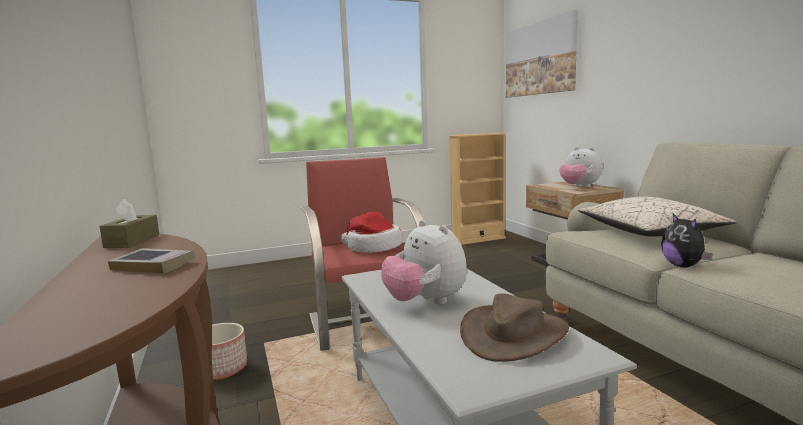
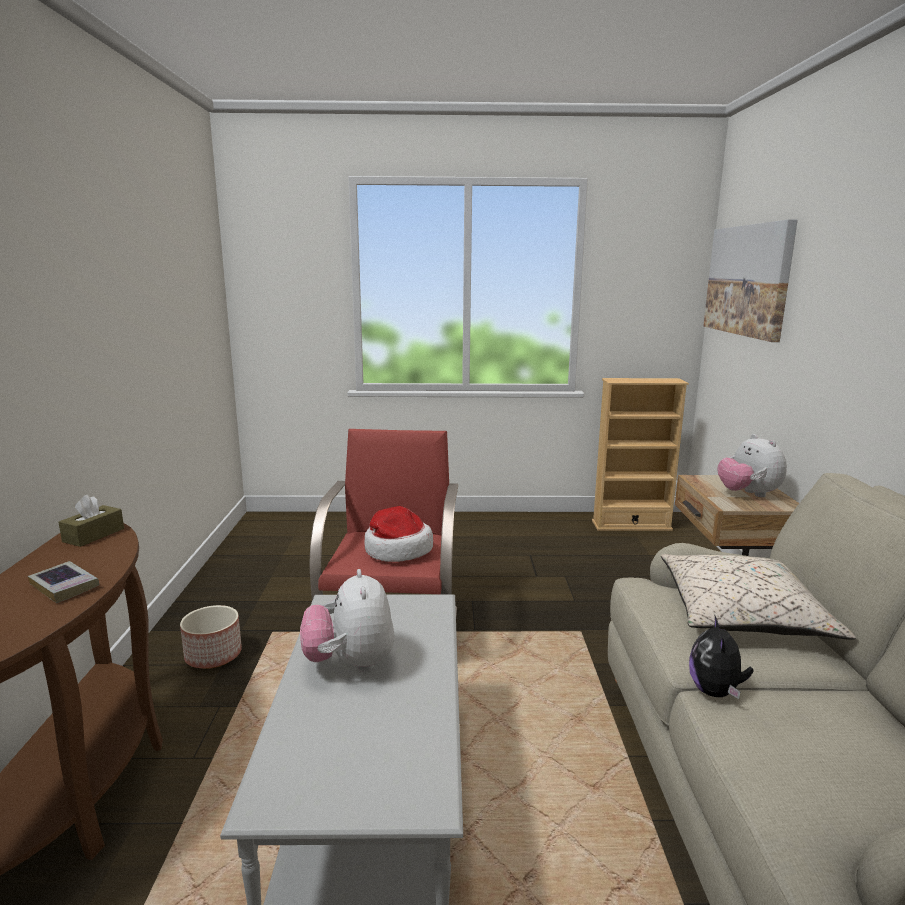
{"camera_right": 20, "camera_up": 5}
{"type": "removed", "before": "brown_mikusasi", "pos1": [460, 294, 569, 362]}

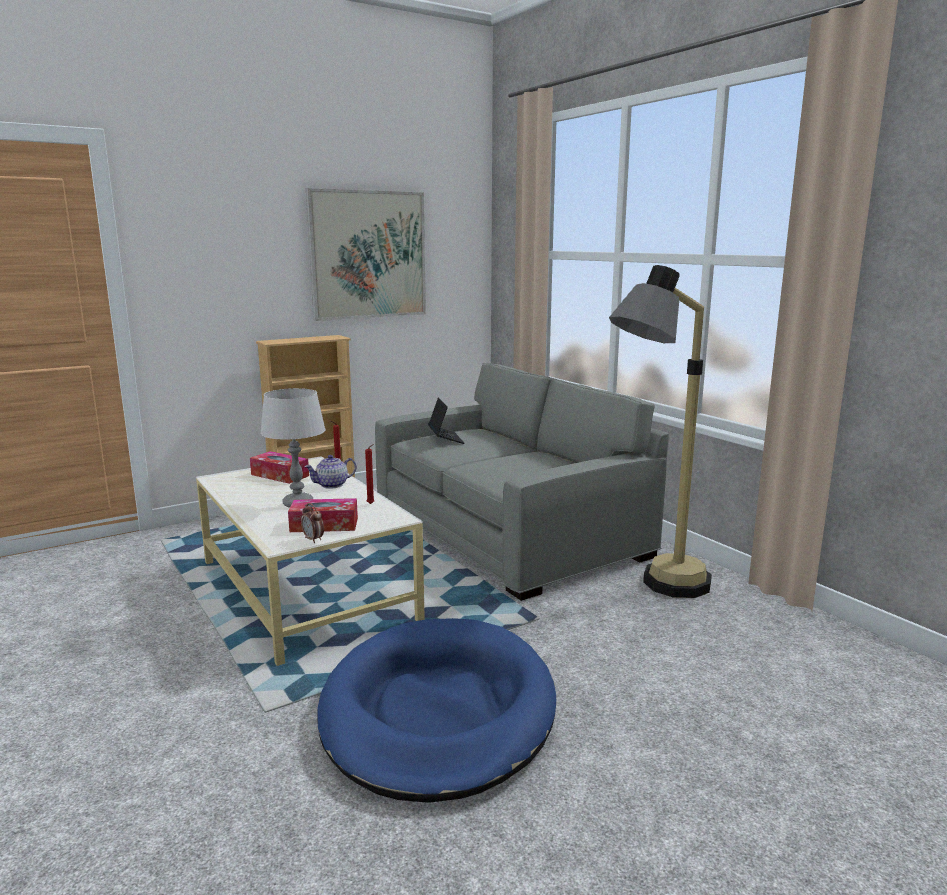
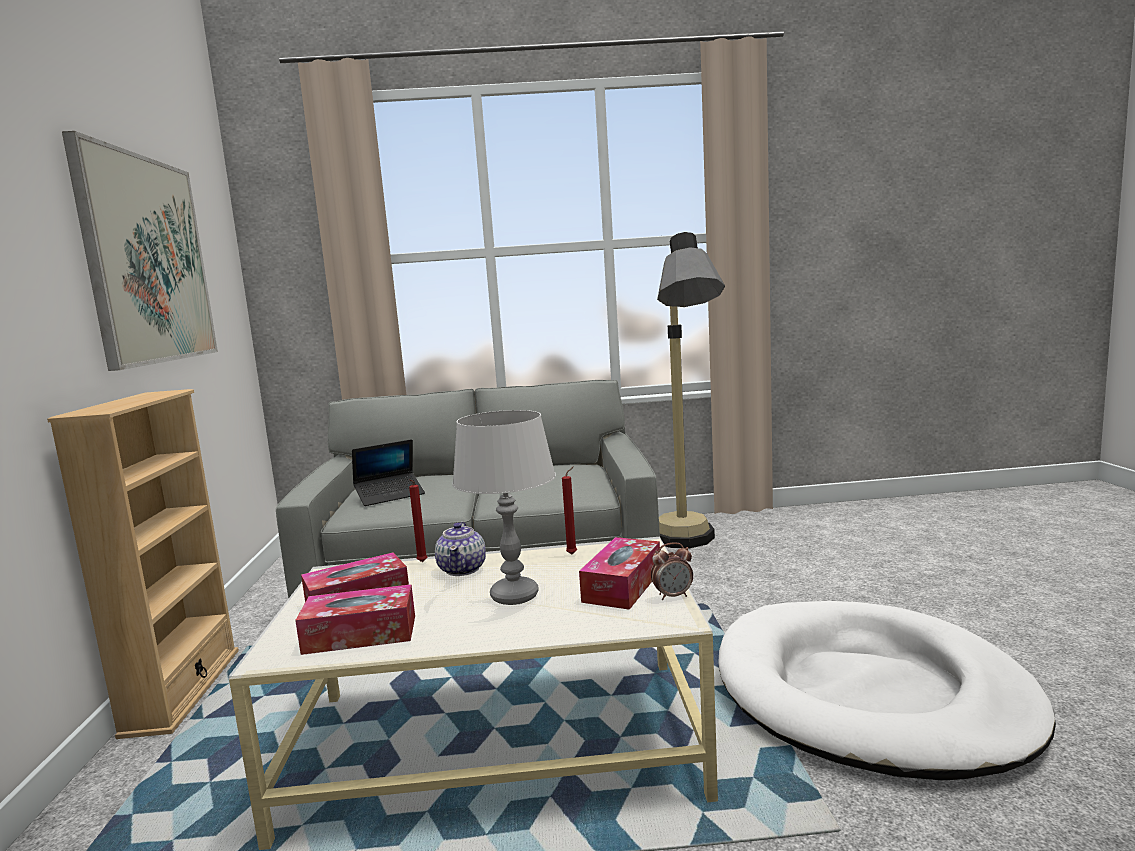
{"camera_right": -60, "camera_up": -5}
{"type": "turned", "before": "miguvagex", "pos1": [428, 398, 465, 444], "pos2": [352, 439, 425, 506], "turn": 135}
{"type": "recoloured", "before": "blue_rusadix", "after": "white_rusadix", "pos1": [317, 618, 556, 803], "pos2": [718, 601, 1056, 780]}
{"type": "added", "after": "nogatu", "pos2": [295, 584, 415, 655]}

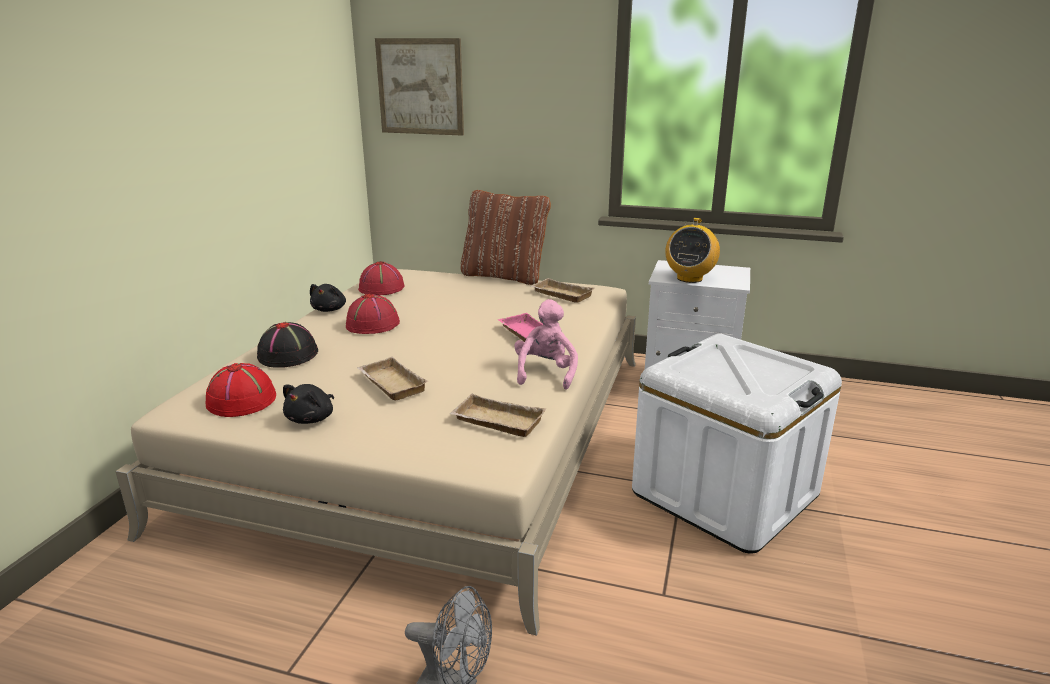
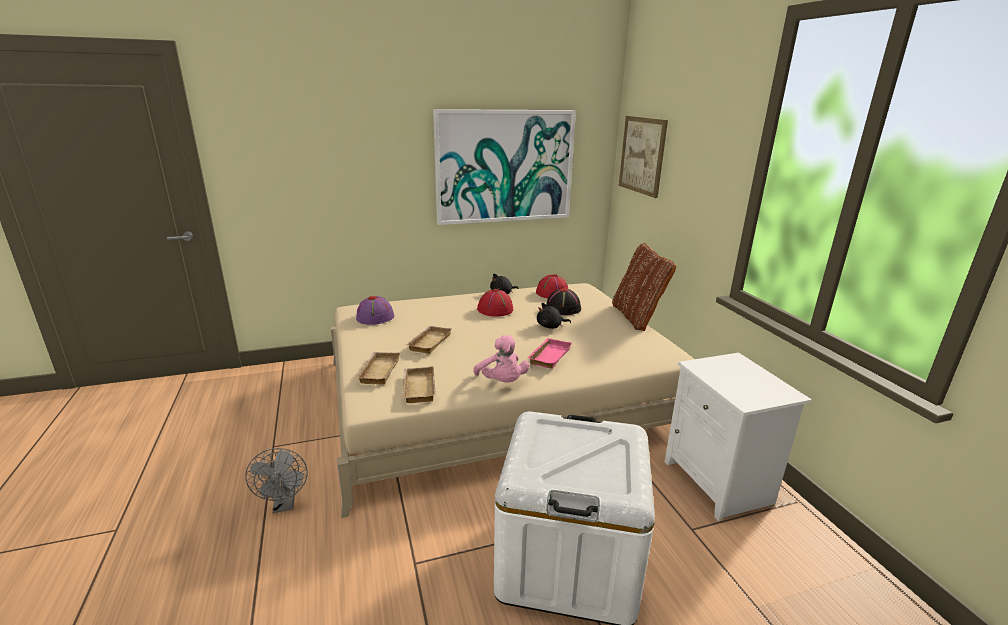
{"camera_right": 55, "camera_up": 0}
{"type": "removed", "before": "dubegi", "pos1": [665, 218, 720, 283]}
{"type": "moved", "before": "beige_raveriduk", "pos1": [530, 278, 594, 303], "pos2": [356, 352, 400, 384]}
{"type": "turned", "before": "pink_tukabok", "pos1": [514, 299, 578, 390], "pos2": [473, 335, 530, 383], "turn": 90}
{"type": "moved", "before": "black_mikusasi", "pos1": [257, 322, 318, 368], "pos2": [546, 288, 581, 315]}
{"type": "recoloured", "before": "red_mikusasi", "after": "purple_mikusasi", "pos1": [205, 363, 276, 417], "pos2": [356, 296, 394, 325]}
{"type": "moved", "before": "black_tukabok", "pos1": [283, 384, 334, 424], "pos2": [537, 303, 571, 329]}
{"type": "added", "after": "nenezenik", "pos2": [433, 109, 576, 225]}

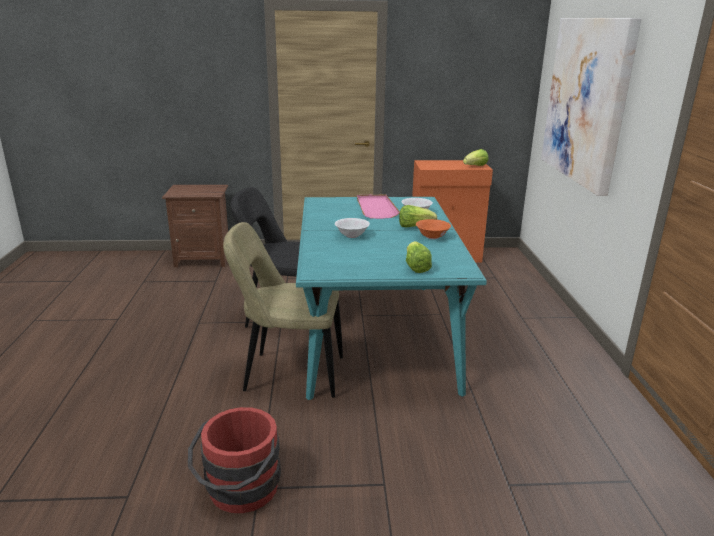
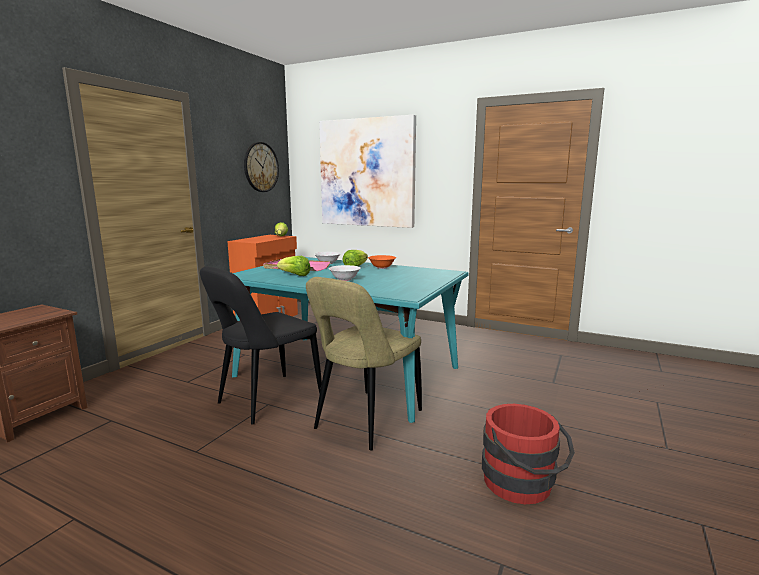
{"camera_right": -60, "camera_up": -10}
{"type": "moved", "before": "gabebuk", "pos1": [406, 241, 432, 273], "pos2": [277, 256, 310, 276]}
{"type": "added", "after": "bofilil", "pos2": [244, 142, 279, 192]}

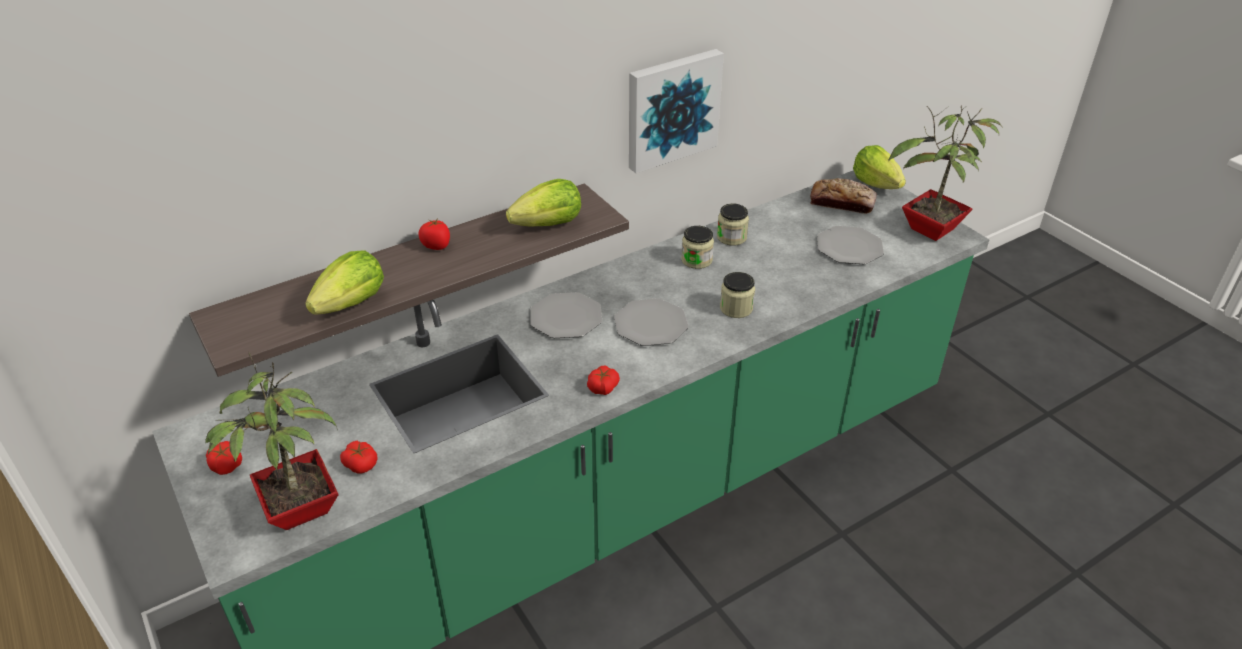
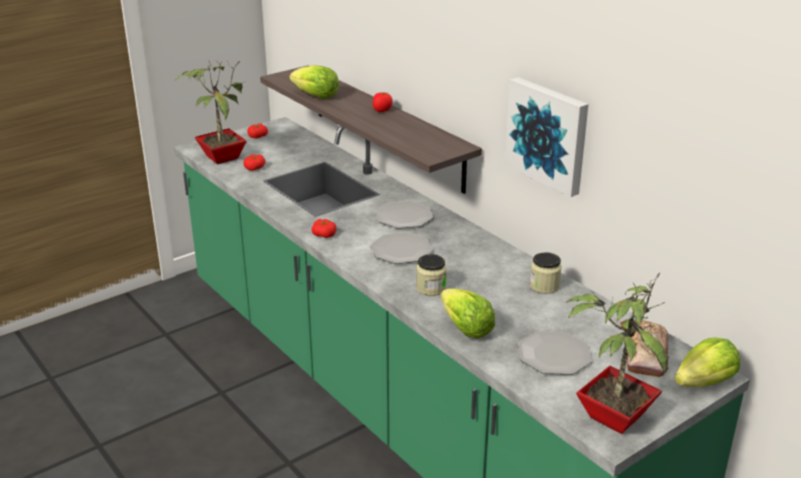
{"camera_right": 85, "camera_up": -10}
{"type": "moved", "before": "gabebuk", "pos1": [506, 179, 581, 227], "pos2": [440, 288, 495, 339]}
{"type": "removed", "before": "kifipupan", "pos1": [681, 226, 714, 269]}

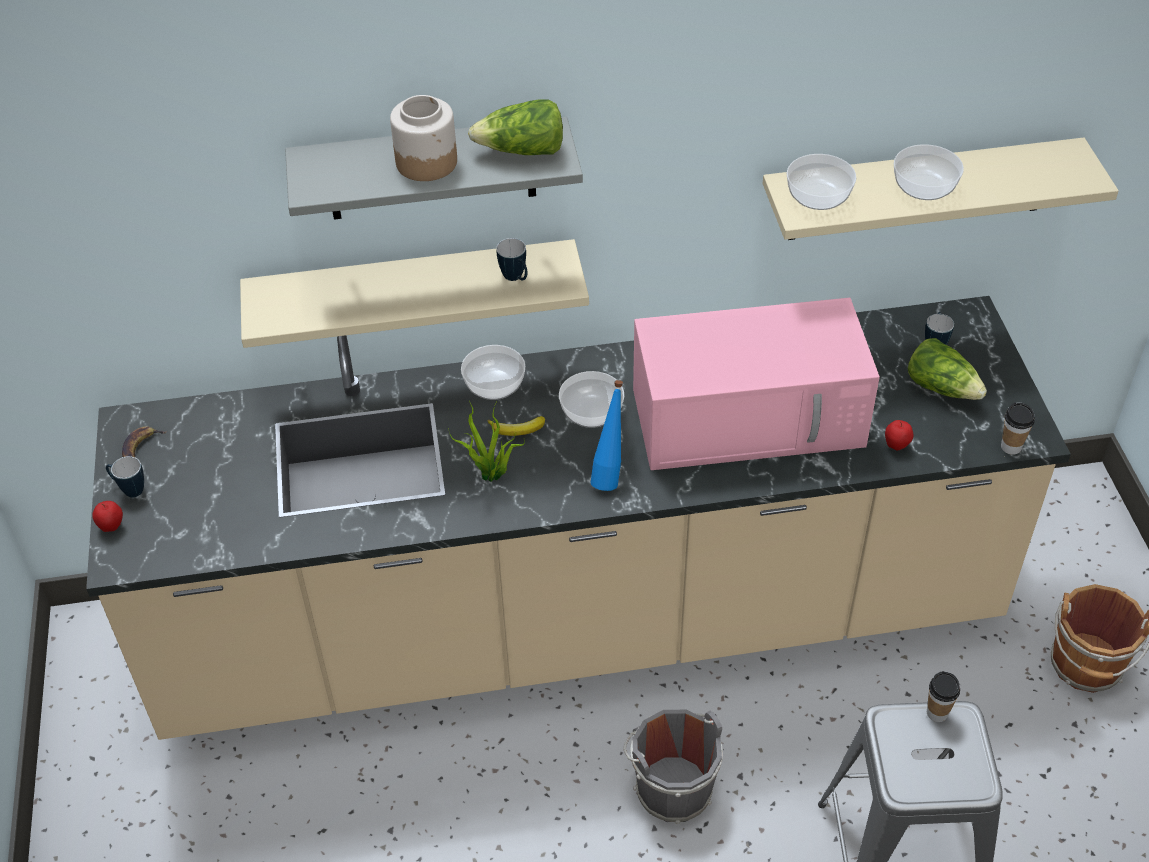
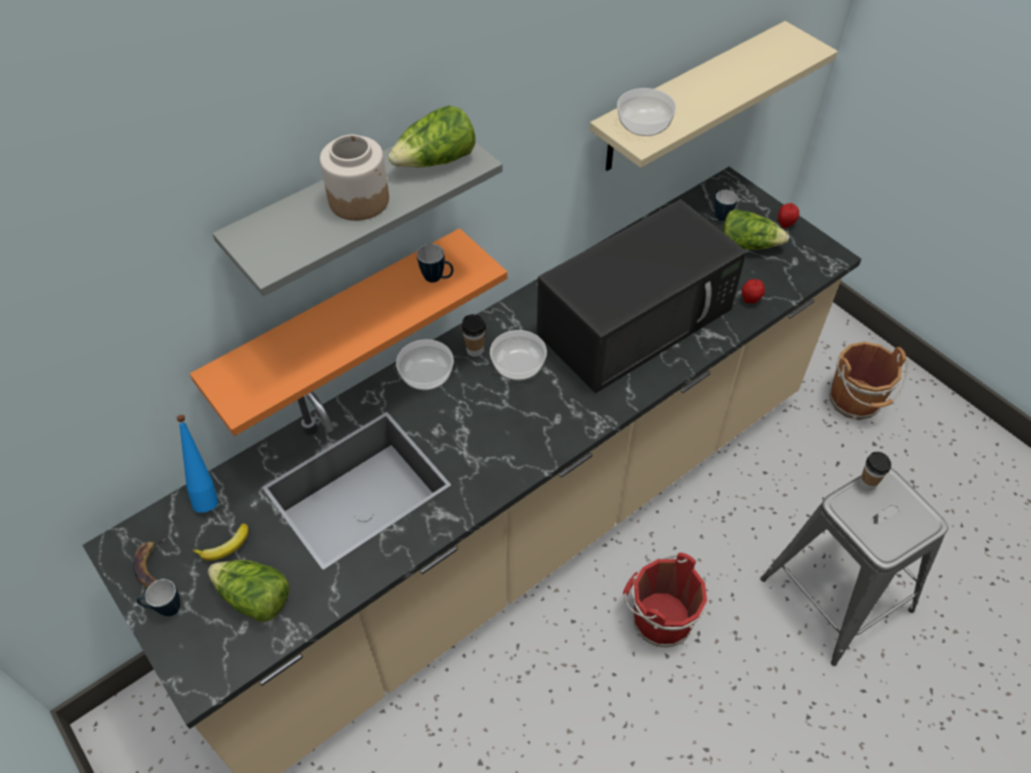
{"camera_right": -30, "camera_up": 5}
{"type": "removed", "before": "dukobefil", "pos1": [894, 144, 964, 200]}
{"type": "recoloured", "before": "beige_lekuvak", "after": "orange_lekuvak", "pos1": [240, 239, 589, 348], "pos2": [190, 228, 507, 436]}
{"type": "recoloured", "before": "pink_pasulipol", "after": "black_pasulipol", "pos1": [633, 298, 880, 470], "pos2": [537, 199, 747, 393]}
{"type": "moved", "before": "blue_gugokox", "pos1": [590, 380, 623, 491], "pos2": [176, 415, 218, 513]}
{"type": "removed", "before": "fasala", "pos1": [448, 401, 525, 482]}
{"type": "moved", "before": "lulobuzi", "pos1": [1001, 403, 1035, 455], "pos2": [461, 314, 486, 357]}
{"type": "moved", "before": "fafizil", "pos1": [487, 416, 545, 436], "pos2": [193, 523, 249, 561]}
{"type": "moved", "before": "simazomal", "pos1": [92, 501, 123, 532], "pos2": [778, 203, 799, 228]}
{"type": "recoloured", "before": "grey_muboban", "after": "red_muboban", "pos1": [623, 710, 723, 824], "pos2": [623, 553, 707, 647]}
{"type": "added", "after": "gabebuk", "pos2": [208, 560, 290, 622]}

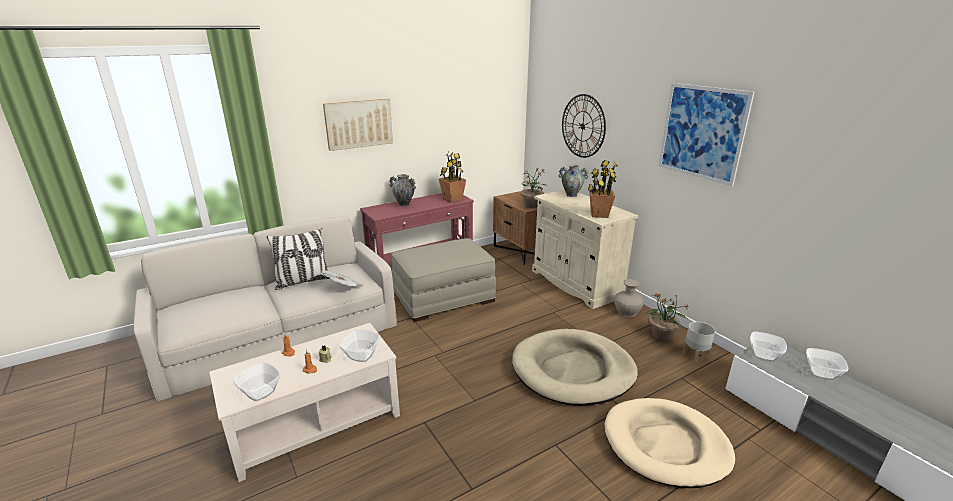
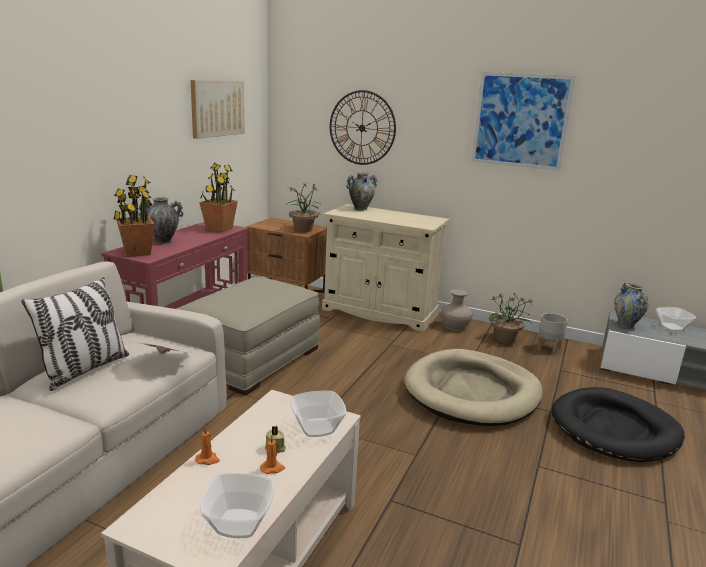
{"camera_right": -35, "camera_up": -5}
{"type": "moved", "before": "nenezenik", "pos1": [323, 99, 393, 151], "pos2": [191, 80, 244, 139]}
{"type": "moved", "before": "fasala", "pos1": [588, 160, 617, 218], "pos2": [114, 175, 154, 257]}
{"type": "replaced", "before": "dukobefil", "after": "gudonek", "pos1": [750, 331, 787, 362], "pos2": [614, 283, 648, 328]}
{"type": "recoloured", "before": "beige_rusadix", "after": "black_rusadix", "pos1": [605, 398, 735, 488], "pos2": [551, 387, 685, 462]}

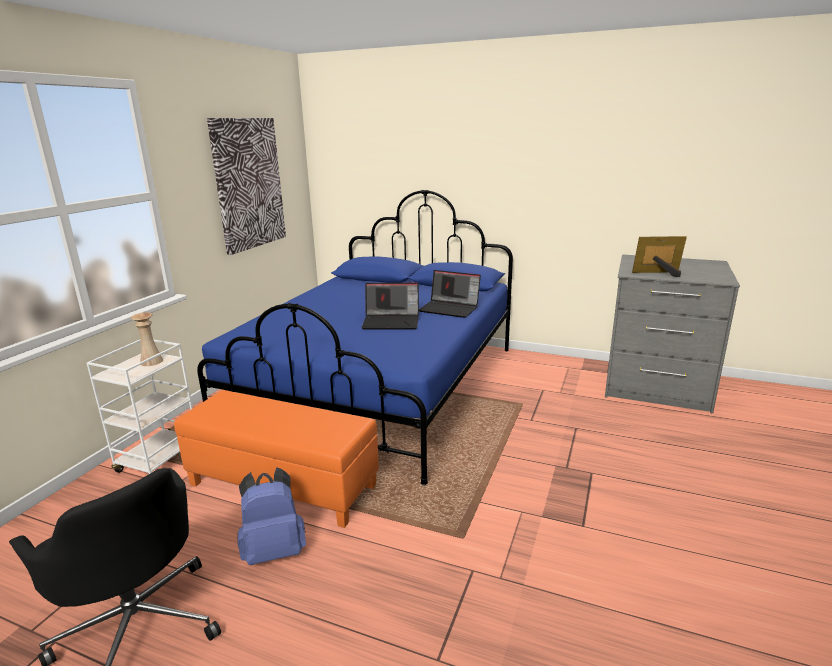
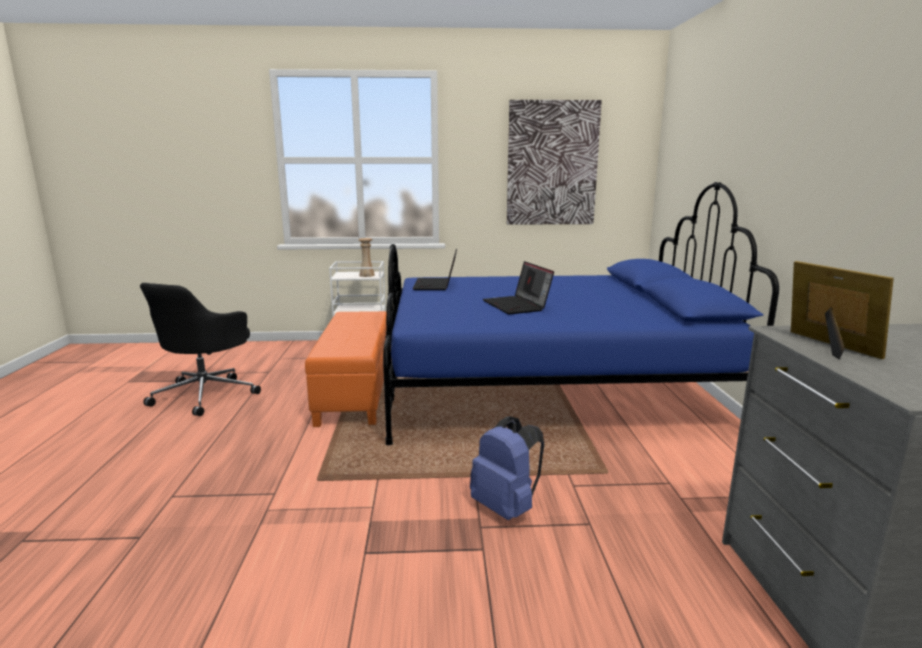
{"camera_right": 65, "camera_up": -5}
{"type": "moved", "before": "miguvagex", "pos1": [419, 270, 481, 318], "pos2": [413, 249, 457, 290]}
{"type": "moved", "before": "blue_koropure", "pos1": [238, 467, 306, 565], "pos2": [470, 416, 544, 520]}

